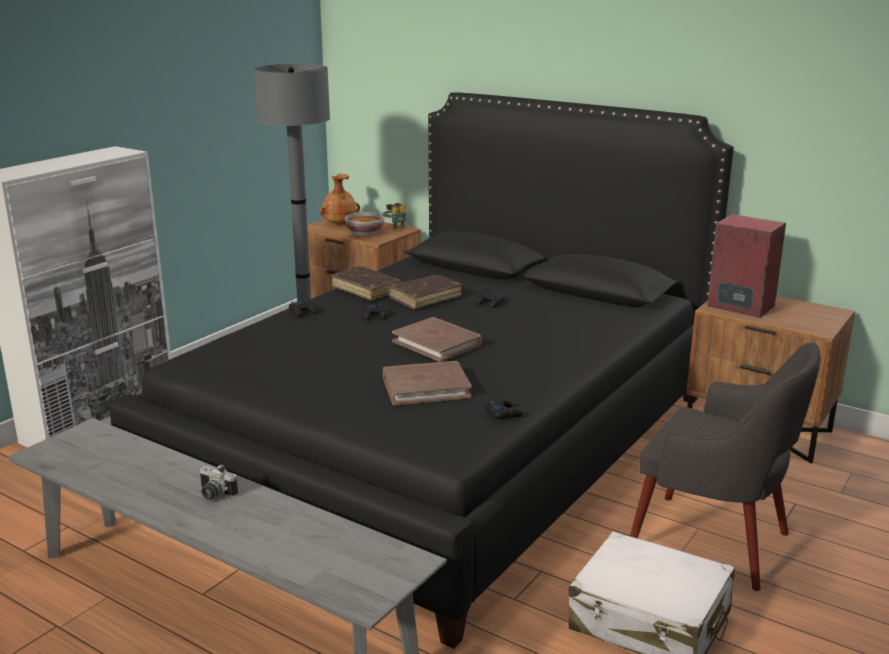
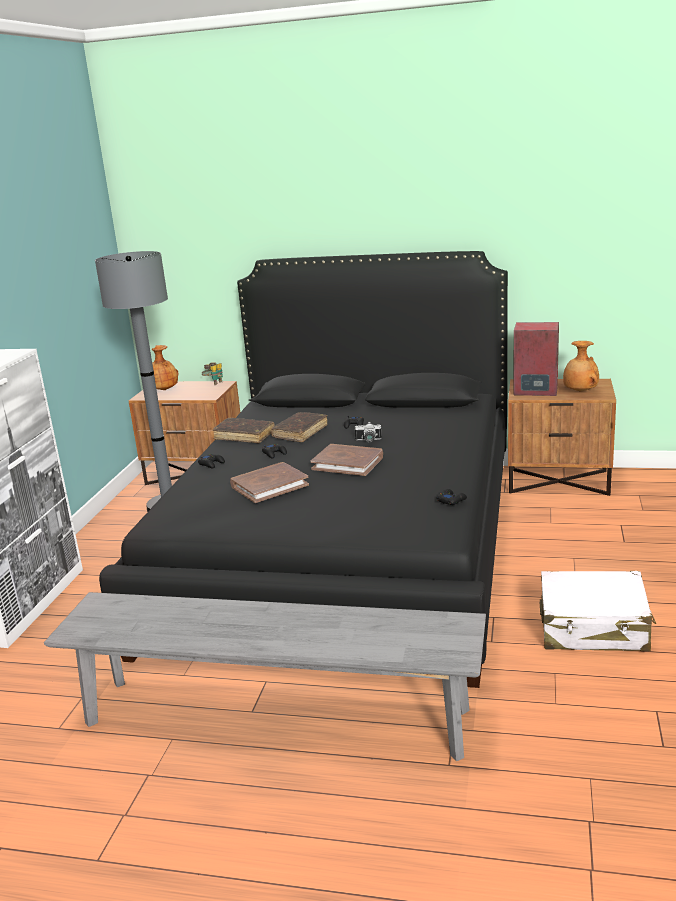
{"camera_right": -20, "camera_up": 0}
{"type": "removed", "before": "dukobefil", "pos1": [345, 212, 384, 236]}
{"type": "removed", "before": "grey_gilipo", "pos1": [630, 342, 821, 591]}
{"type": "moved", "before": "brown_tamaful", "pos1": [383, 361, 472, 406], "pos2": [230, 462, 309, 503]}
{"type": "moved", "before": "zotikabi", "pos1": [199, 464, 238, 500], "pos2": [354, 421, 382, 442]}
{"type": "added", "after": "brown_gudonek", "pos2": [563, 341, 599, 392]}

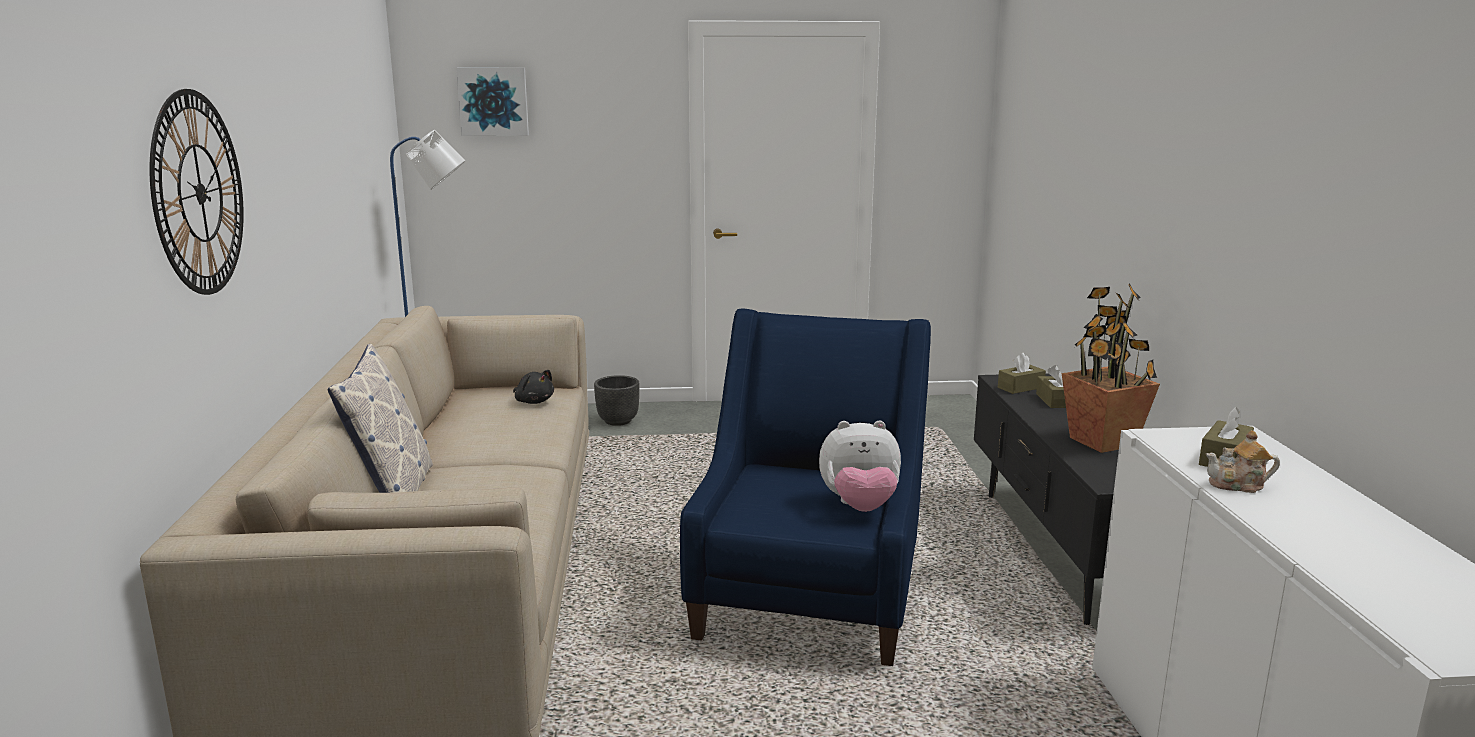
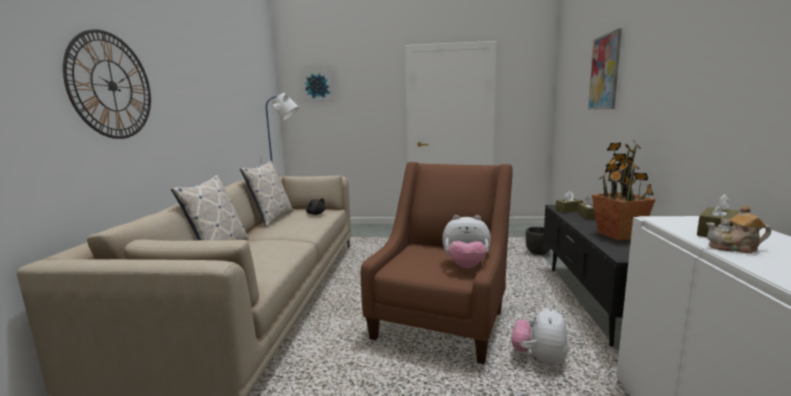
{"camera_right": 10, "camera_up": -5}
{"type": "recoloured", "before": "blue_gilipo", "after": "brown_gilipo", "pos1": [680, 309, 931, 666], "pos2": [361, 162, 513, 365]}
{"type": "moved", "before": "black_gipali", "pos1": [594, 375, 640, 426], "pos2": [526, 227, 551, 255]}
{"type": "added", "after": "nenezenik", "pos2": [588, 28, 622, 110]}
{"type": "added", "after": "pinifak", "pos2": [240, 161, 293, 228]}
{"type": "added", "after": "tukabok", "pos2": [512, 306, 568, 366]}

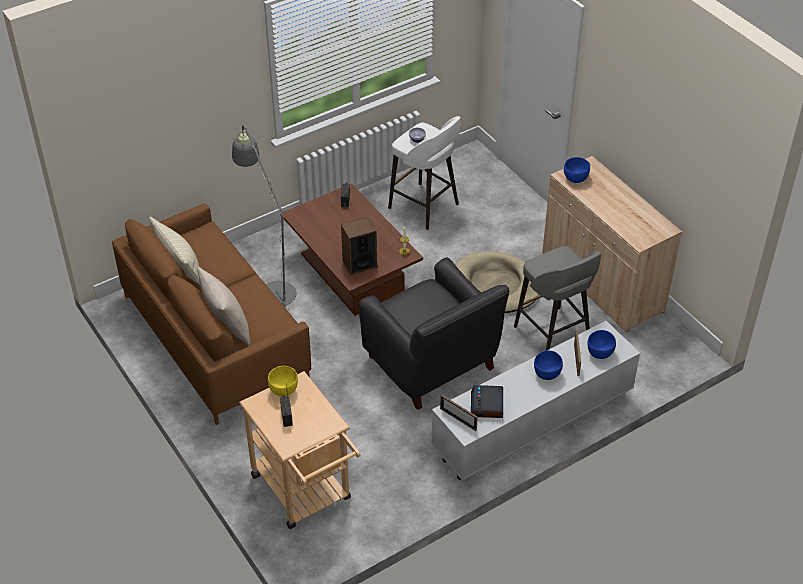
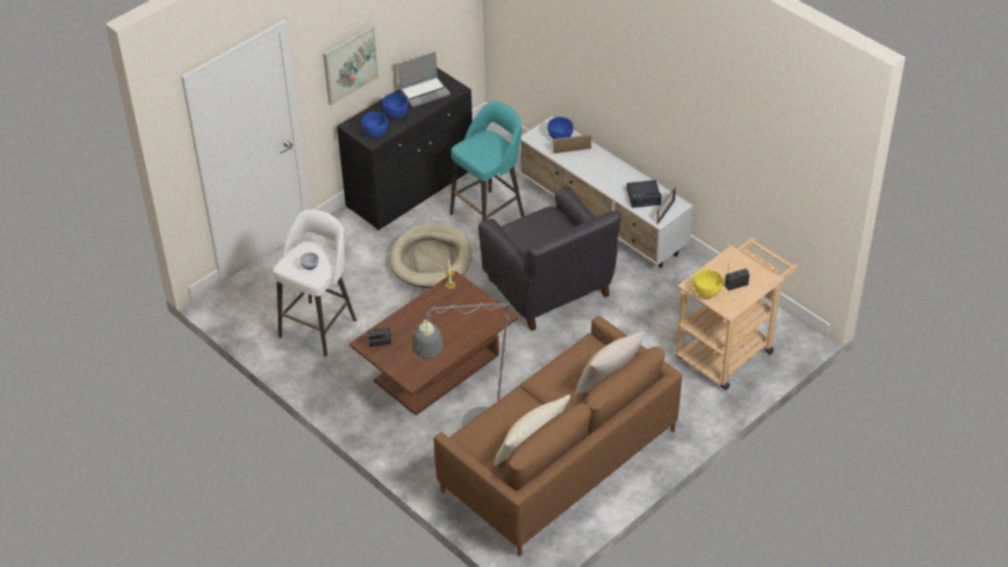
{"camera_right": -100, "camera_up": 0}
{"type": "recoloured", "before": "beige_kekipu", "after": "black_kekipu", "pos1": [542, 156, 682, 332], "pos2": [337, 68, 472, 230]}
{"type": "removed", "before": "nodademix", "pos1": [341, 217, 377, 275]}
{"type": "recoloured", "before": "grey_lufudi", "after": "turquoise_lufudi", "pos1": [514, 246, 601, 351], "pos2": [450, 101, 524, 221]}
{"type": "turned", "before": "black_gilipo", "pos1": [358, 257, 509, 410], "pos2": [478, 186, 621, 331], "turn": 105}
{"type": "moved", "before": "blue_dukobefil", "pos1": [534, 350, 563, 380], "pos2": [382, 93, 409, 119]}
{"type": "added", "after": "nenezenik", "pos2": [323, 26, 379, 105]}
{"type": "added", "after": "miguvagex", "pos2": [398, 52, 451, 107]}

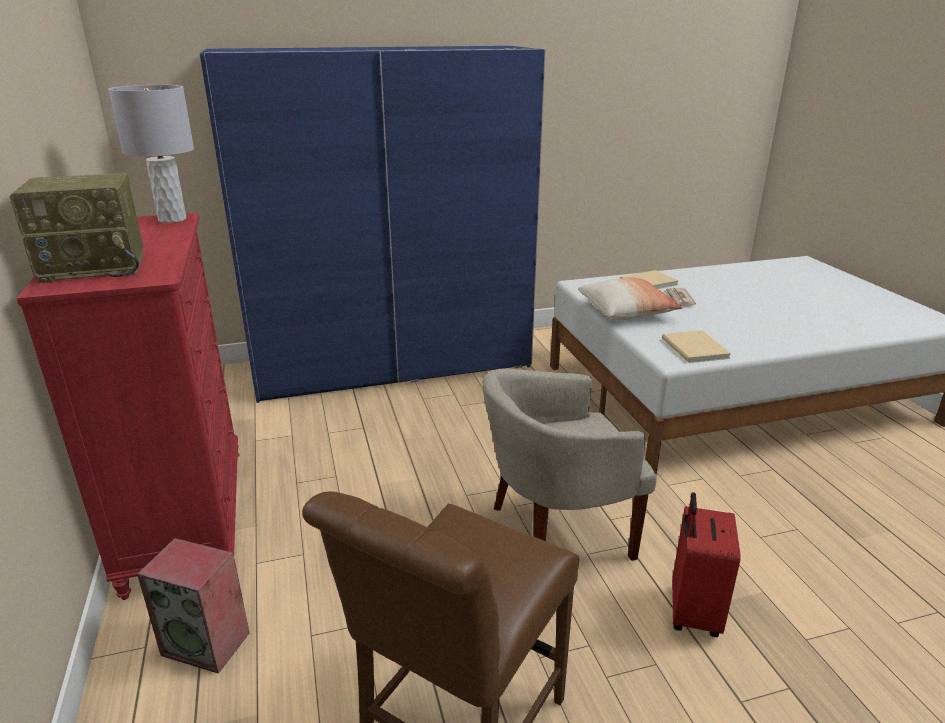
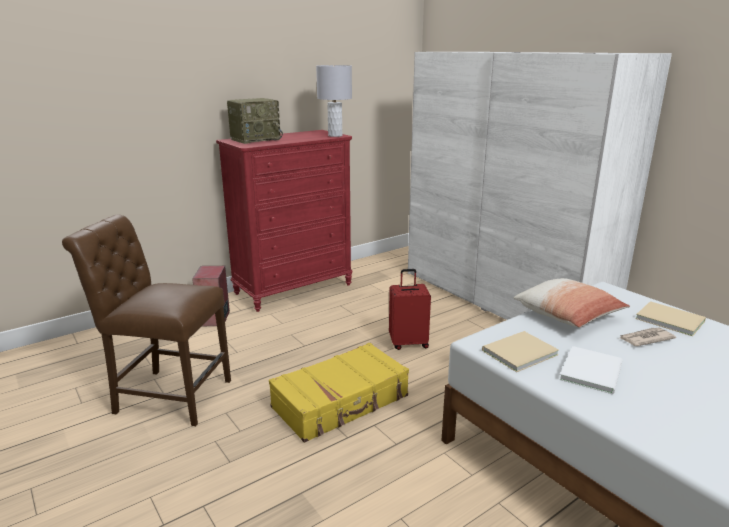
{"camera_right": 70, "camera_up": -5}
{"type": "recoloured", "before": "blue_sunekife", "after": "white_sunekife", "pos1": [200, 46, 546, 403], "pos2": [408, 52, 672, 320]}
{"type": "turned", "before": "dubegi", "pos1": [10, 173, 144, 283], "pos2": [227, 98, 283, 144], "turn": -90}
{"type": "replaced", "before": "beige_gilipo", "after": "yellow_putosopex", "pos1": [482, 369, 657, 561], "pos2": [269, 343, 409, 443]}
{"type": "moved", "before": "red_putosopex", "pos1": [672, 492, 741, 637], "pos2": [389, 269, 431, 350]}
{"type": "added", "after": "white_tamaful", "pos2": [559, 346, 623, 394]}

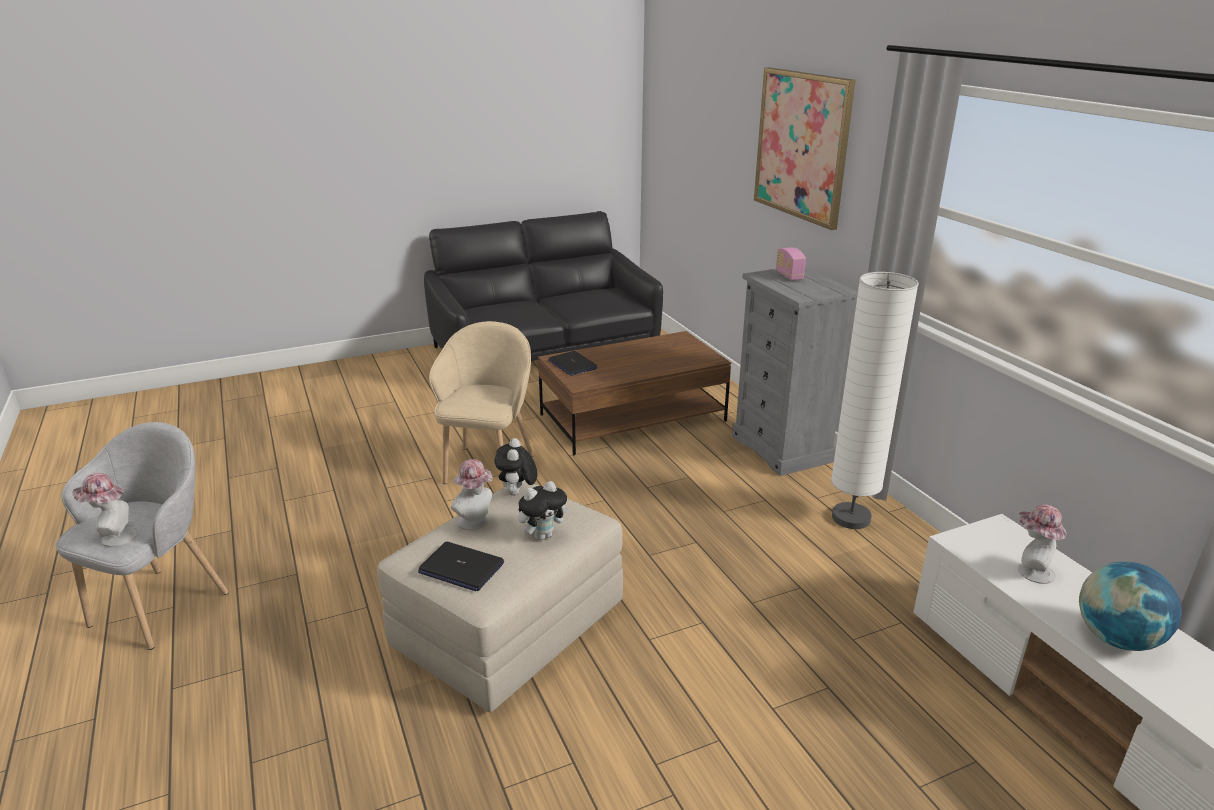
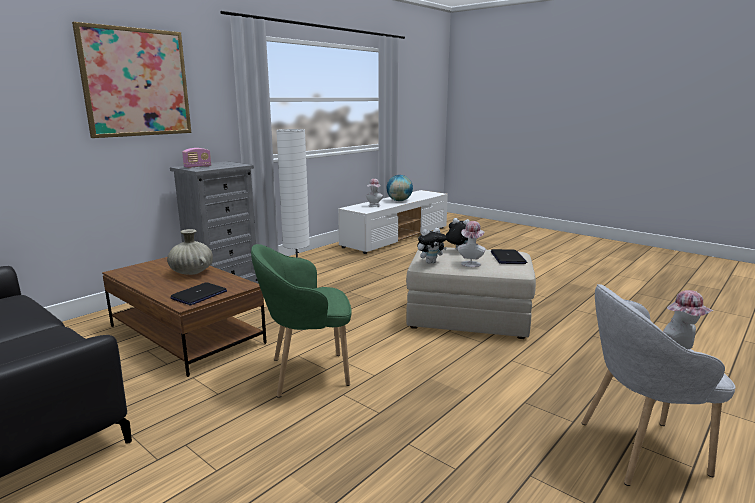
{"camera_right": -115, "camera_up": -10}
{"type": "recoloured", "before": "beige_gilipo", "after": "green_gilipo", "pos1": [429, 321, 534, 487], "pos2": [251, 244, 352, 398]}
{"type": "added", "after": "beige_gudonek", "pos2": [167, 229, 213, 275]}

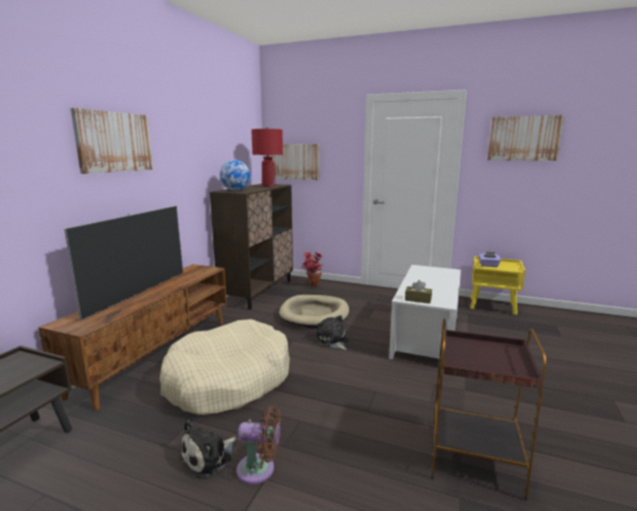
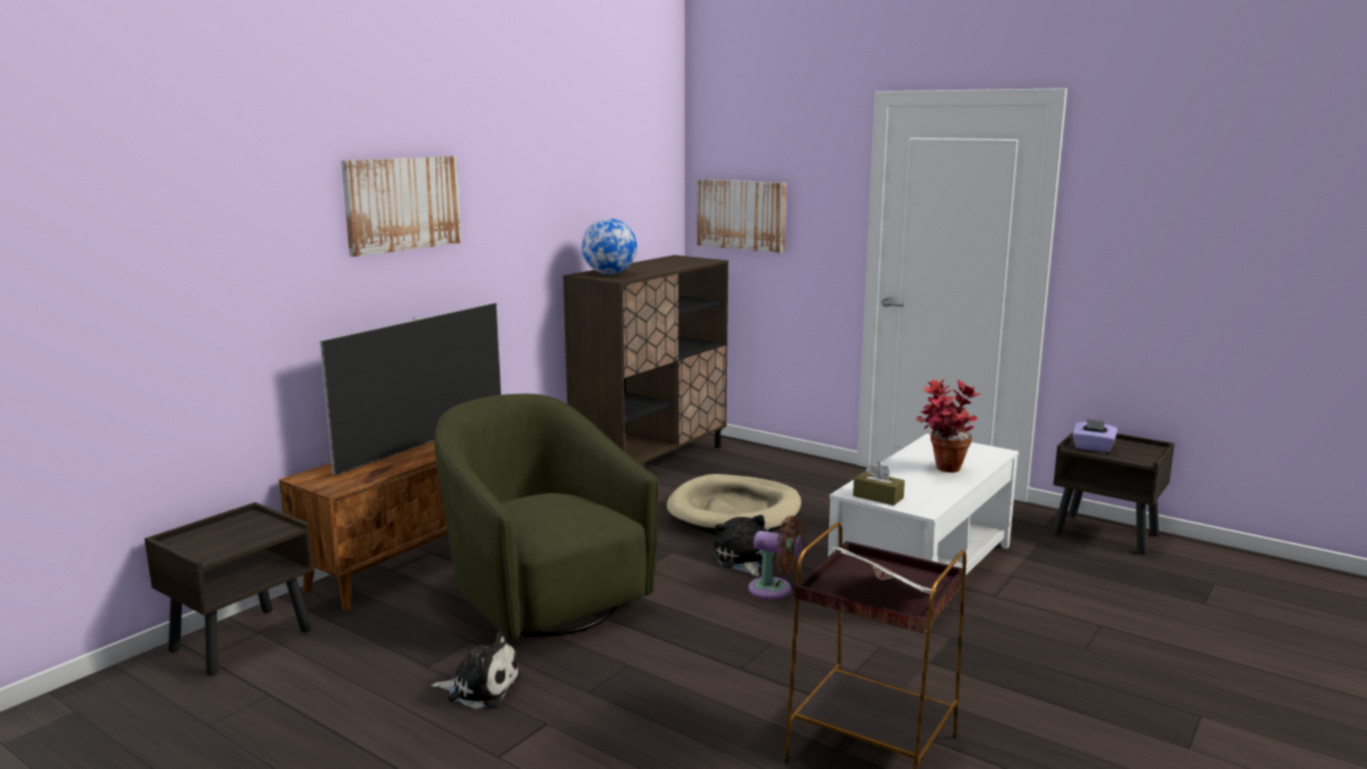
{"camera_right": 15, "camera_up": 0}
{"type": "removed", "before": "nenezenik", "pos1": [487, 115, 565, 161]}
{"type": "removed", "before": "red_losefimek", "pos1": [251, 127, 283, 187]}
{"type": "moved", "before": "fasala", "pos1": [301, 251, 323, 286], "pos2": [916, 379, 982, 473]}
{"type": "recoloured", "before": "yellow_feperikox", "after": "brown_feperikox", "pos1": [470, 256, 525, 315], "pos2": [1053, 432, 1175, 554]}
{"type": "replaced", "before": "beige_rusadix", "after": "green_gilipo", "pos1": [160, 319, 290, 415], "pos2": [434, 394, 658, 639]}
{"type": "moved", "before": "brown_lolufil", "pos1": [237, 406, 281, 485], "pos2": [748, 516, 804, 599]}
{"type": "turned", "before": "tukabok", "pos1": [179, 420, 236, 478], "pos2": [431, 631, 521, 709], "turn": -135}
{"type": "added", "after": "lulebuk", "pos2": [833, 547, 936, 593]}

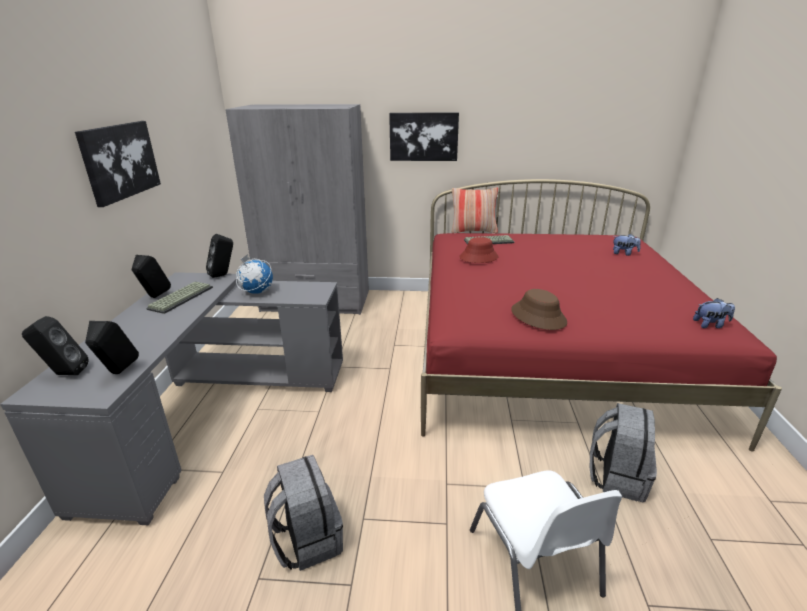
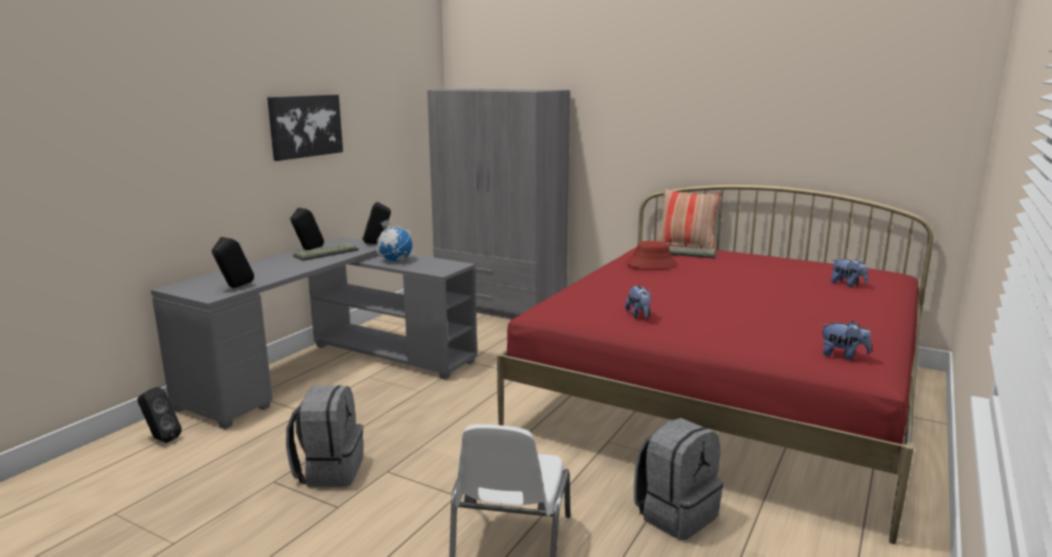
{"camera_right": 25, "camera_up": -10}
{"type": "removed", "before": "nenezenik", "pos1": [389, 112, 459, 161]}
{"type": "replaced", "before": "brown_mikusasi", "after": "tukabok", "pos1": [511, 289, 567, 330], "pos2": [625, 285, 651, 318]}
{"type": "moved", "before": "black_nodademix", "pos1": [22, 316, 88, 375], "pos2": [137, 387, 182, 443]}

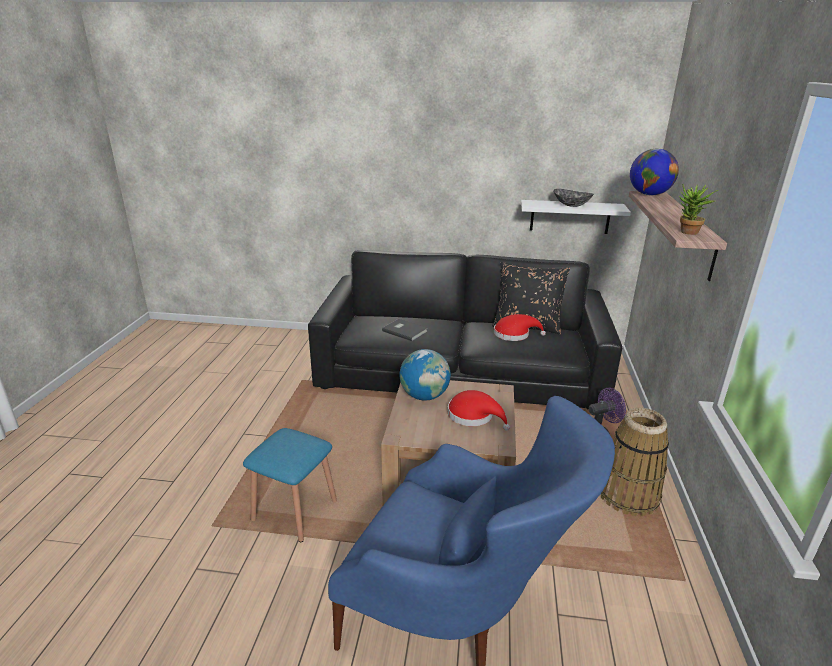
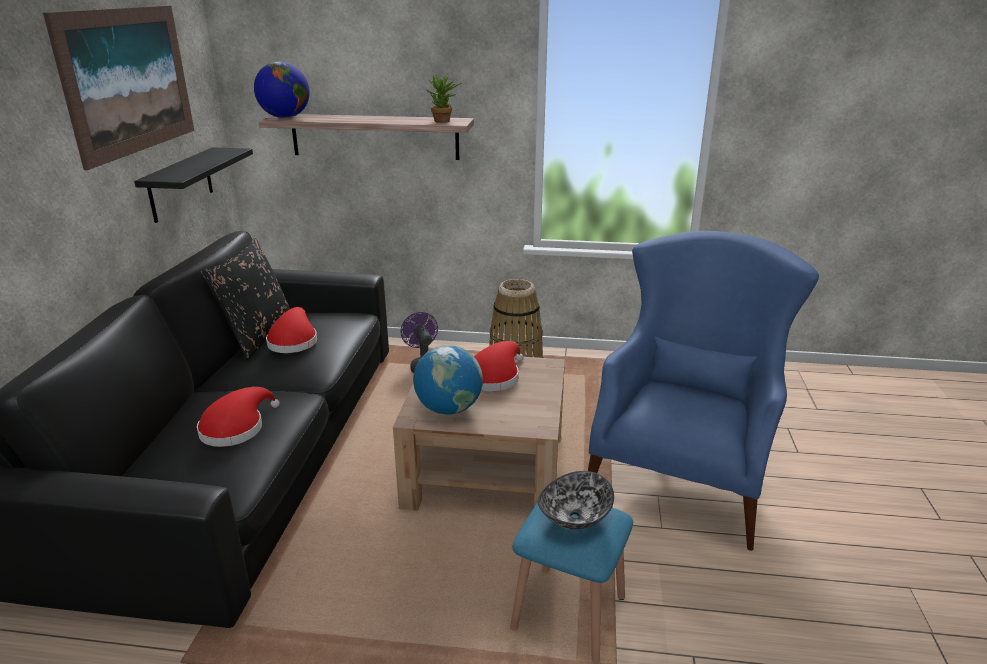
{"camera_right": -90, "camera_up": 0}
{"type": "moved", "before": "dukobefil", "pos1": [553, 189, 594, 207], "pos2": [538, 471, 614, 530]}
{"type": "recoloured", "before": "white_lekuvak", "after": "black_lekuvak", "pos1": [521, 200, 631, 234], "pos2": [134, 147, 253, 223]}
{"type": "replaced", "before": "grey_tamaful", "after": "red_mikusasi", "pos1": [382, 319, 428, 341], "pos2": [197, 387, 280, 447]}
{"type": "added", "after": "nenezenik", "pos2": [43, 6, 194, 170]}

